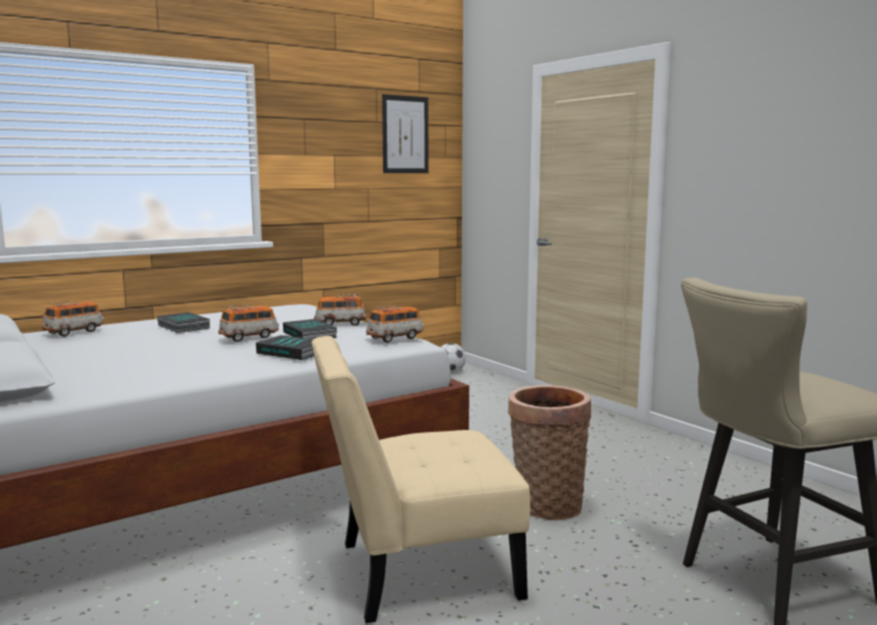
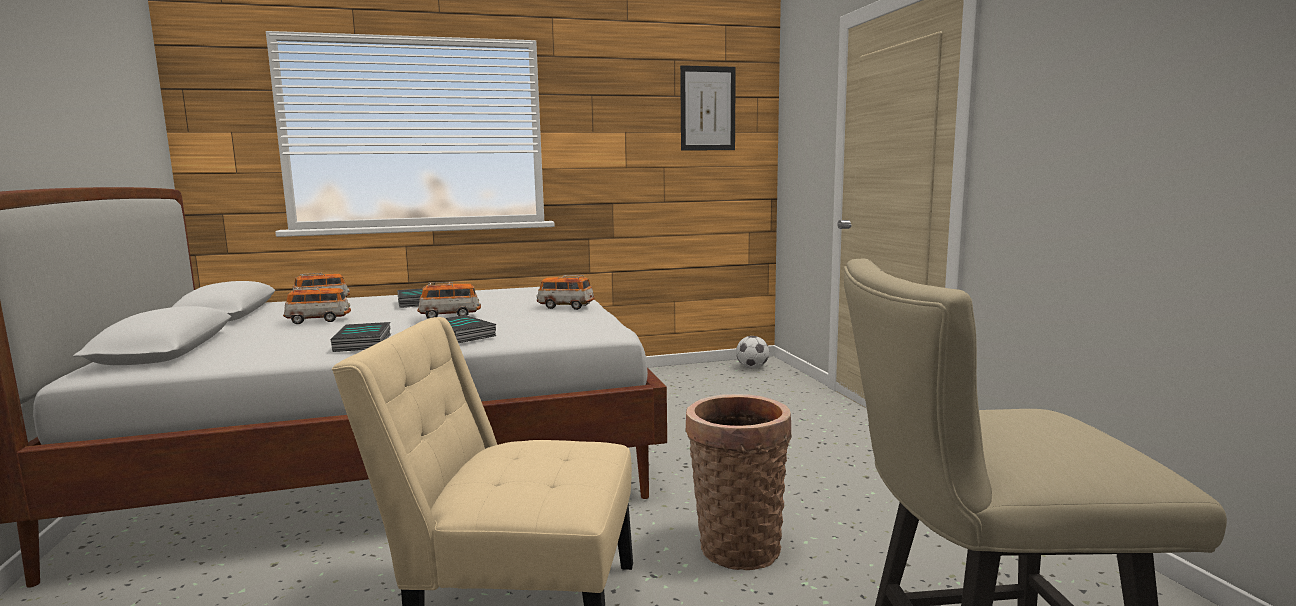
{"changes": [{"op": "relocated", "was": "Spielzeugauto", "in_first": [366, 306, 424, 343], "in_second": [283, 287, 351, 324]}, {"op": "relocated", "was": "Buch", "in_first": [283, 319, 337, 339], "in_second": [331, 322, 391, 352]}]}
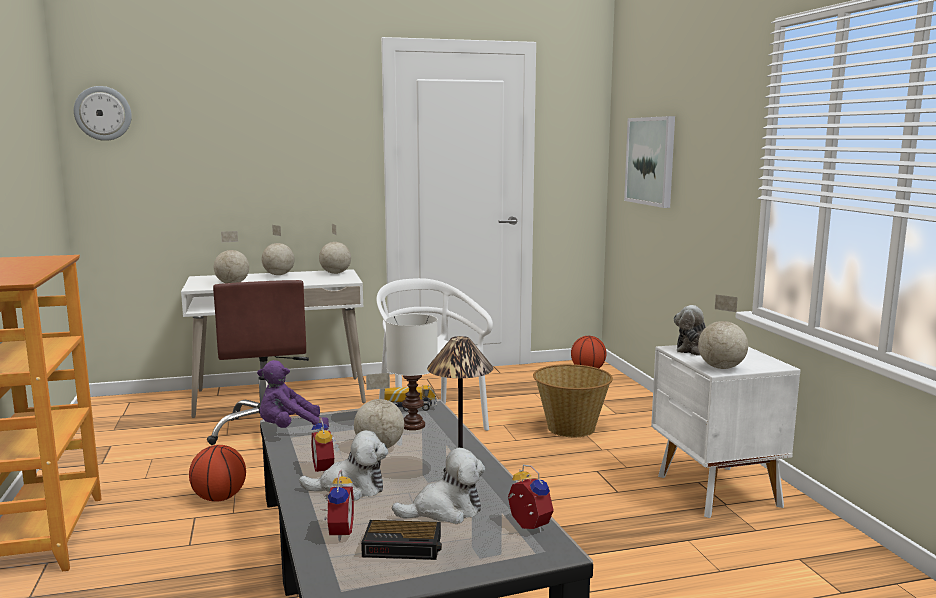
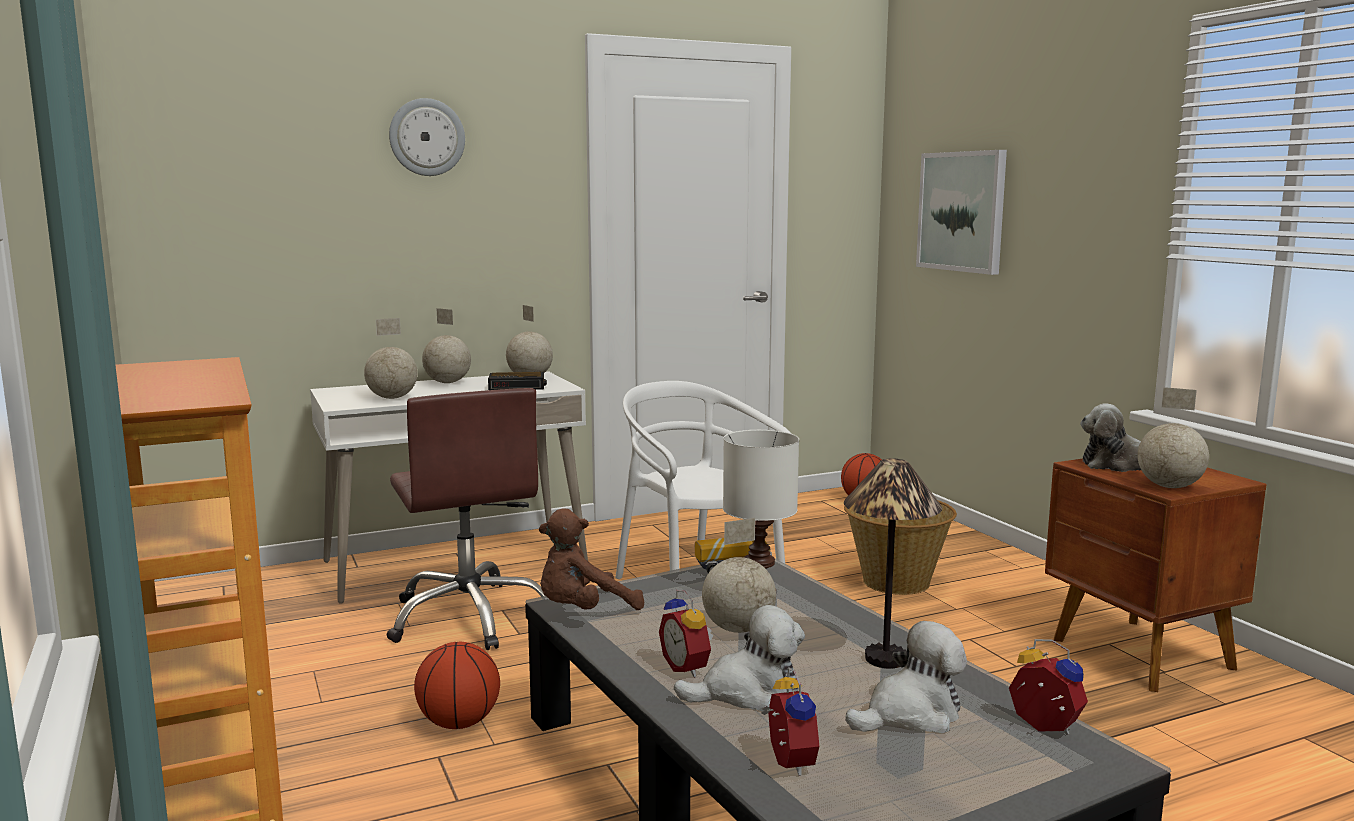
{"changes": [{"op": "relocated", "was": "Wanduhr", "in_first": [74, 86, 132, 141], "in_second": [389, 98, 465, 176]}, {"op": "colour", "was": "Nachttisch (weiß)", "now": "Nachttisch (braun)", "in_first": [651, 345, 801, 518], "in_second": [1045, 458, 1266, 692]}, {"op": "colour", "was": "Plüschtier (lila)", "now": "Plüschtier (braun)", "in_first": [257, 360, 329, 430], "in_second": [539, 508, 644, 610]}, {"op": "relocated", "was": "Wecker", "in_first": [361, 520, 442, 560], "in_second": [488, 372, 547, 390]}]}
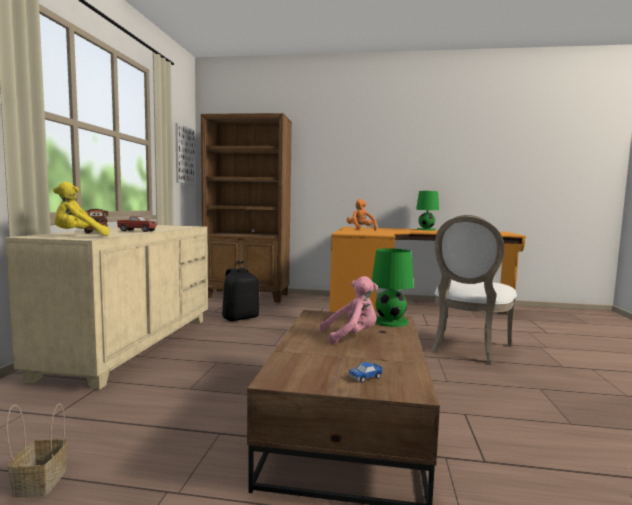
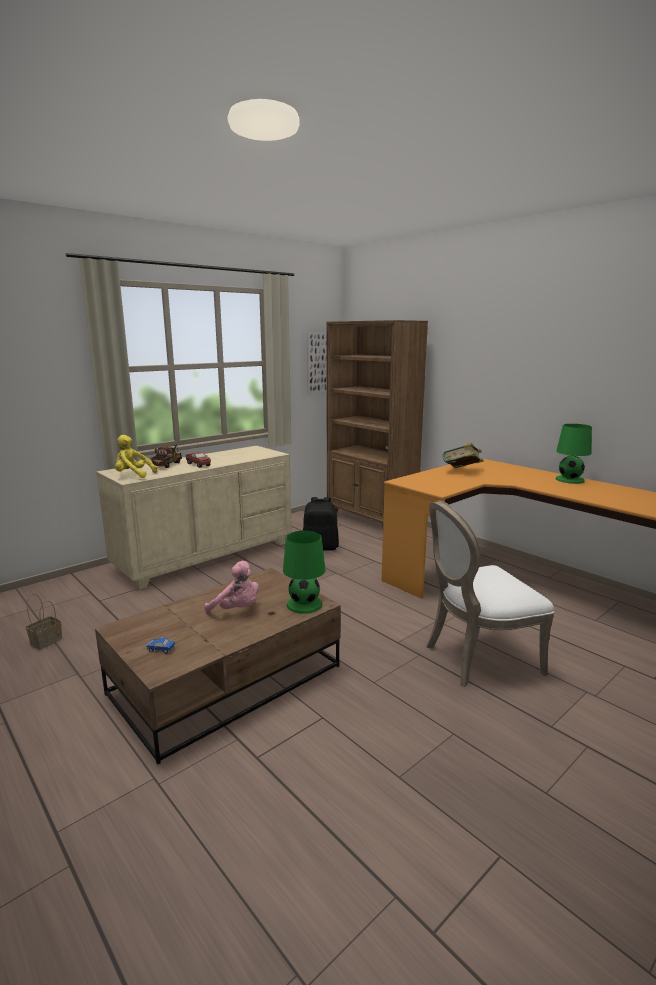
{"changes": [{"op": "exchanged", "was": "Plüschtier (orange)", "now": "Buch", "in_first": [347, 199, 377, 231], "in_second": [443, 443, 484, 468]}]}
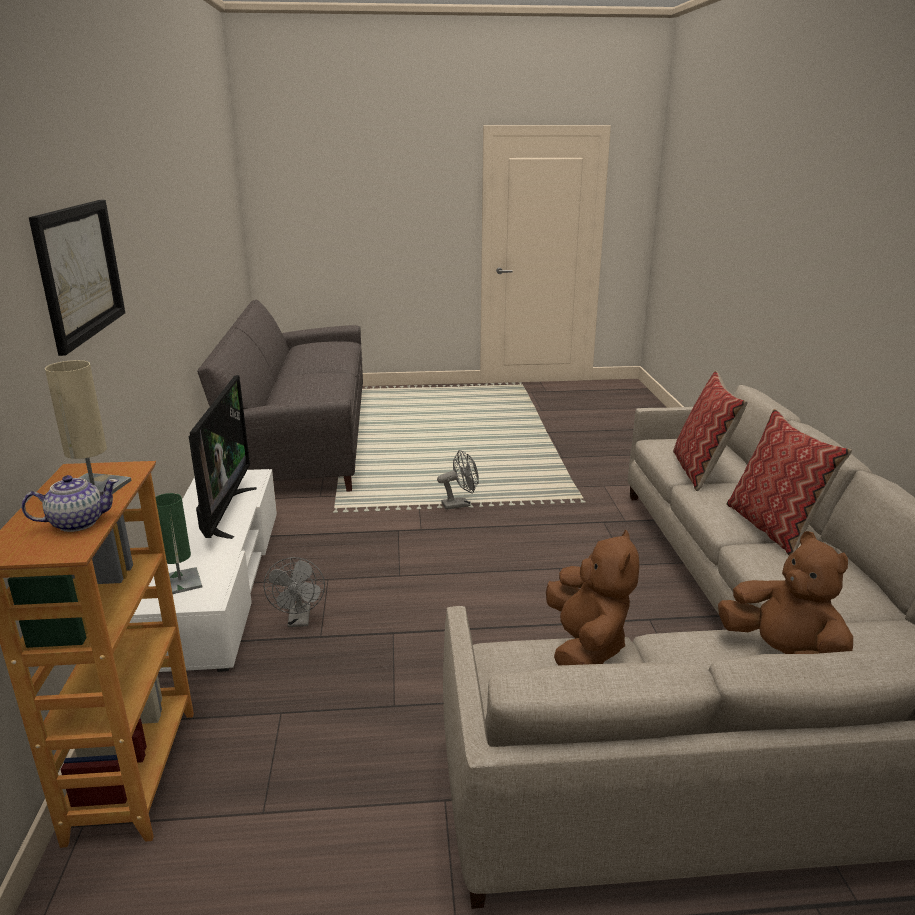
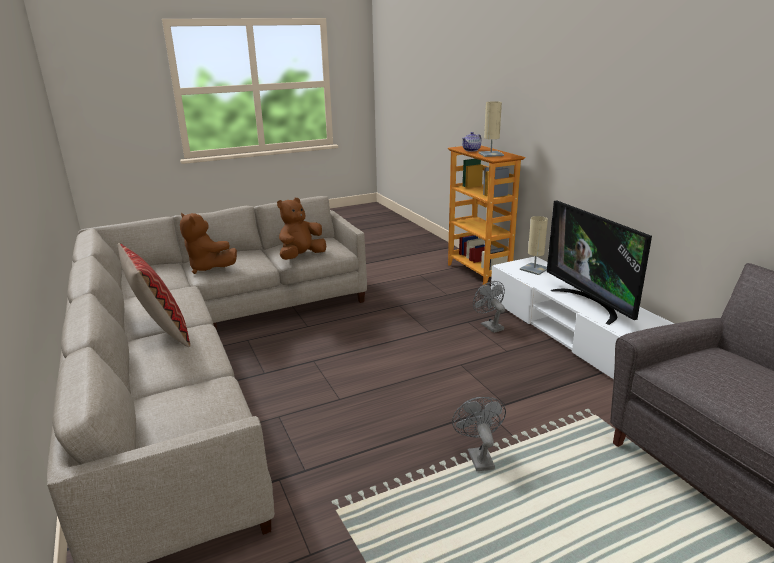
{"changes": [{"op": "missing", "was": "Bild", "in_first": [29, 200, 125, 356]}, {"op": "missing", "was": "Kissen", "in_first": [673, 371, 748, 491]}, {"op": "spun", "was": "Ventilator (grau)", "in_first": [437, 450, 479, 510], "in_second": [452, 397, 506, 471], "clockwise": 120}, {"op": "colour", "was": "Tischlampe (grün)", "now": "Tischlampe (beige)", "in_first": [155, 493, 202, 594], "in_second": [520, 216, 548, 275]}, {"op": "spun", "was": "Plüschtier (braun)", "in_first": [546, 529, 639, 666], "in_second": [277, 198, 326, 260], "clockwise": 60}]}
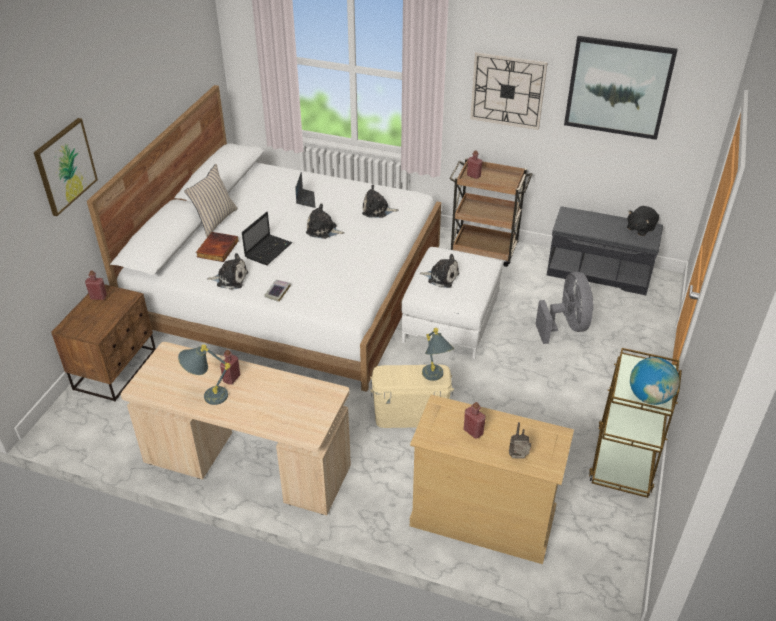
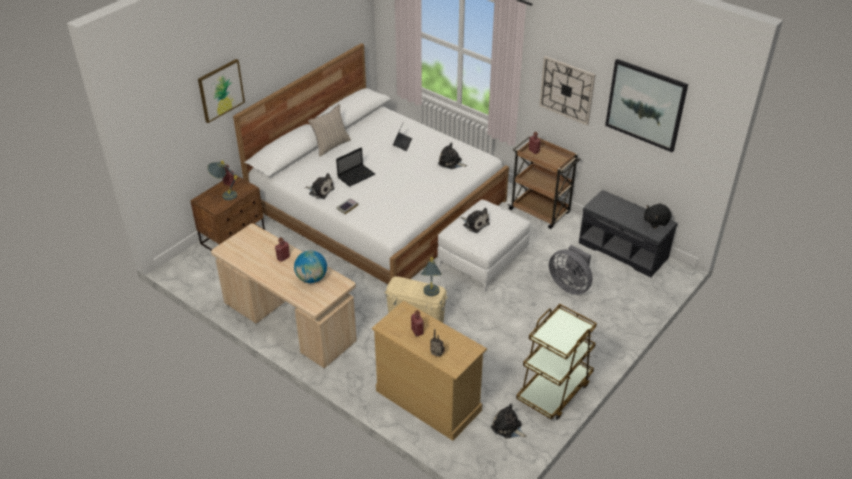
{"changes": [{"op": "relocated", "was": "Plüschtier", "in_first": [306, 204, 345, 239], "in_second": [491, 404, 527, 439]}, {"op": "missing", "was": "Buch", "in_first": [196, 232, 239, 262]}, {"op": "spun", "was": "Ventilator (grau)", "in_first": [536, 272, 594, 344], "in_second": [549, 245, 593, 295], "clockwise": 120}, {"op": "relocated", "was": "Tischlampe (grau)", "in_first": [178, 345, 231, 405], "in_second": [207, 161, 238, 200]}, {"op": "relocated", "was": "Globus", "in_first": [630, 357, 680, 405], "in_second": [294, 250, 327, 283]}]}
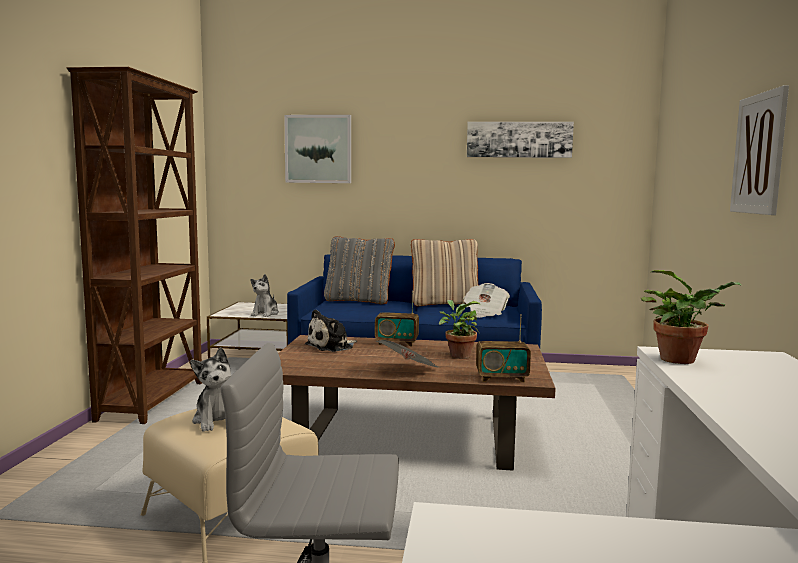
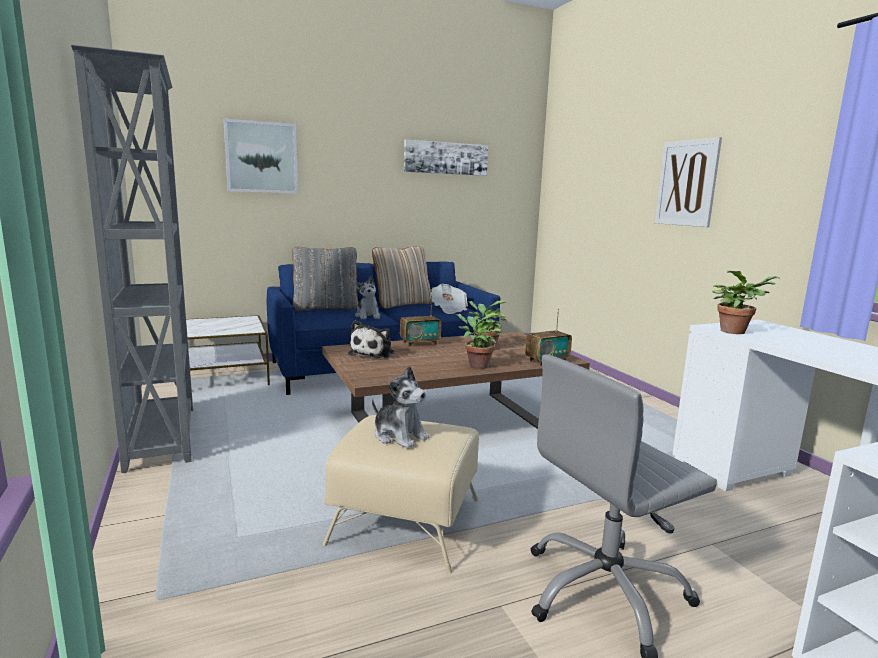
{"changes": [{"op": "colour", "was": "Bücherregal (braun)", "now": "Bücherregal (grau)", "in_first": [67, 67, 202, 424], "in_second": [71, 44, 193, 473]}, {"op": "relocated", "was": "Plüschtier", "in_first": [251, 274, 279, 317], "in_second": [355, 276, 381, 319]}, {"op": "exchanged", "was": "Zeitung", "now": "Topfpflanze", "in_first": [376, 340, 438, 367], "in_second": [456, 313, 503, 369]}]}
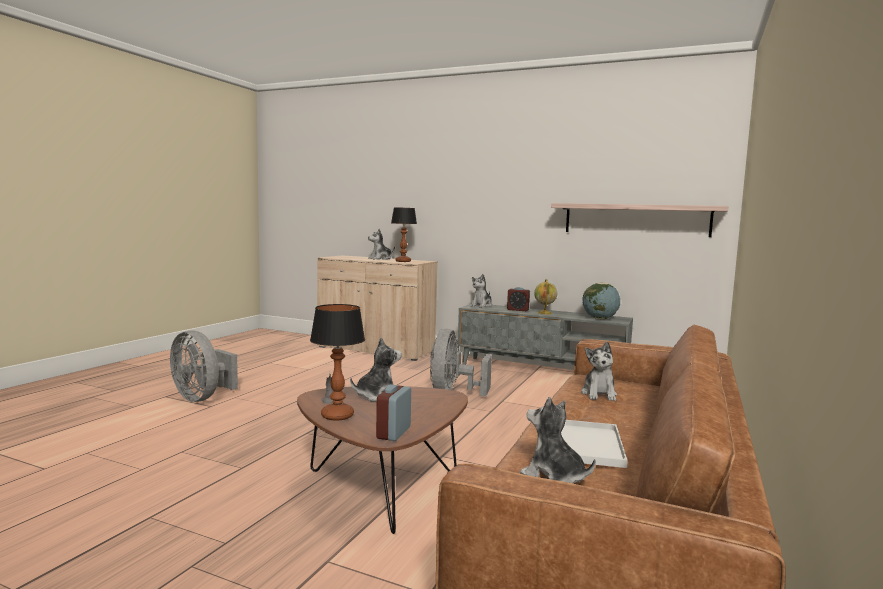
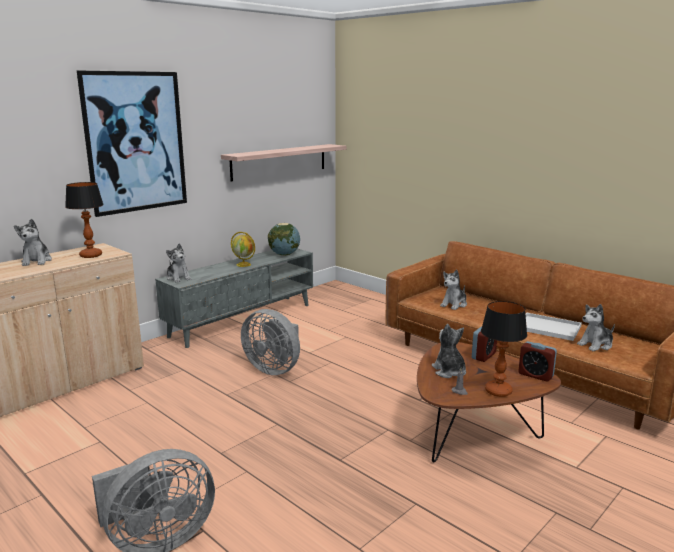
{"changes": [{"op": "relocated", "was": "Wecker", "in_first": [507, 287, 530, 311], "in_second": [472, 327, 497, 362]}, {"op": "spun", "was": "Plüschtier", "in_first": [581, 341, 617, 401], "in_second": [440, 269, 467, 310], "clockwise": 105}, {"op": "appeared", "now": "Bild", "in_second": [77, 71, 187, 217]}]}
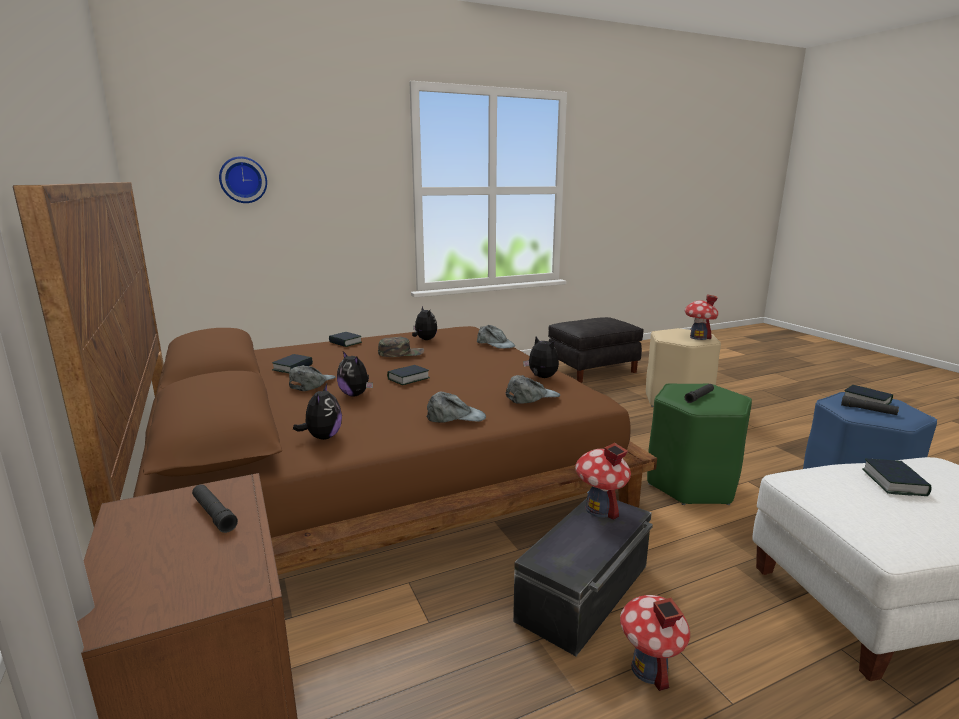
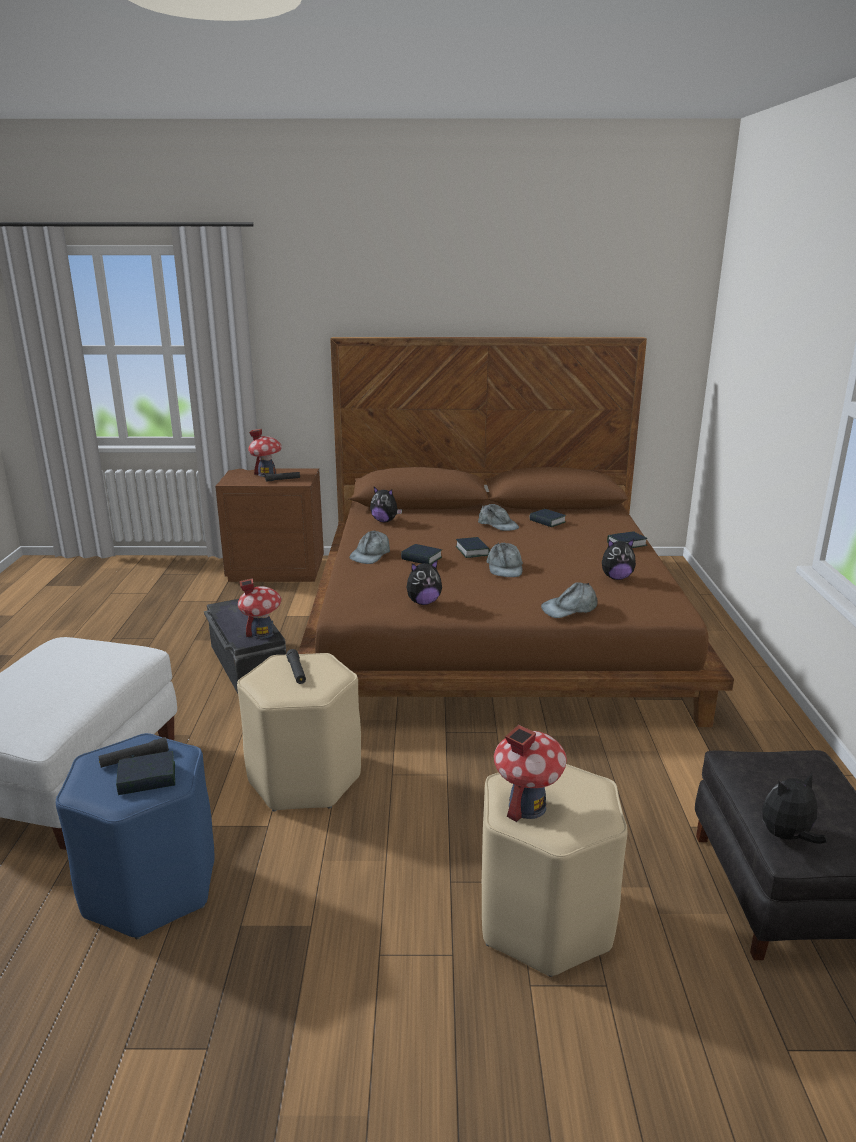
{"changes": [{"op": "missing", "was": "Wanduhr", "in_first": [219, 156, 267, 203]}, {"op": "missing", "was": "Kappe (grün)", "in_first": [378, 337, 424, 357]}, {"op": "relocated", "was": "Plüschtier", "in_first": [337, 351, 373, 396], "in_second": [762, 773, 827, 844]}, {"op": "relocated", "was": "Kappe (grau)", "in_first": [506, 375, 560, 404], "in_second": [486, 543, 523, 577]}, {"op": "colour", "was": "Hocker (grün)", "now": "Hocker (beige)", "in_first": [647, 384, 752, 505], "in_second": [237, 653, 361, 812]}, {"op": "relocated", "was": "Buch", "in_first": [862, 459, 932, 496], "in_second": [401, 544, 442, 565]}, {"op": "relocated", "was": "Spielzeughaus", "in_first": [620, 595, 690, 691], "in_second": [248, 429, 282, 477]}]}
